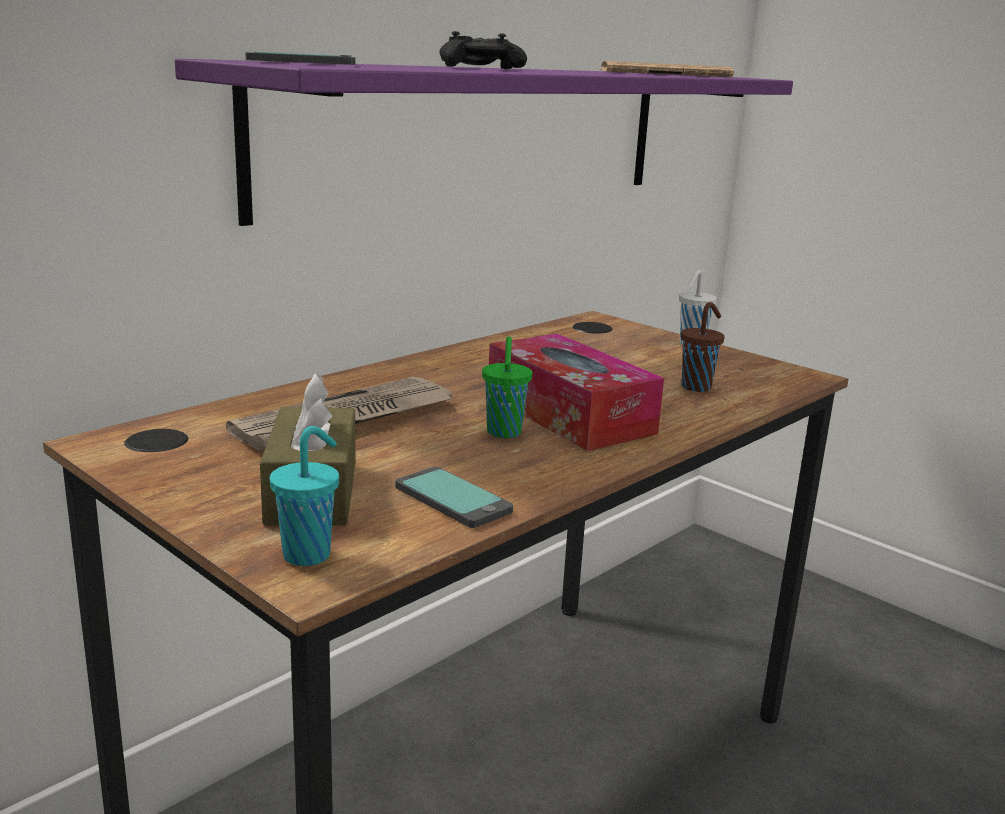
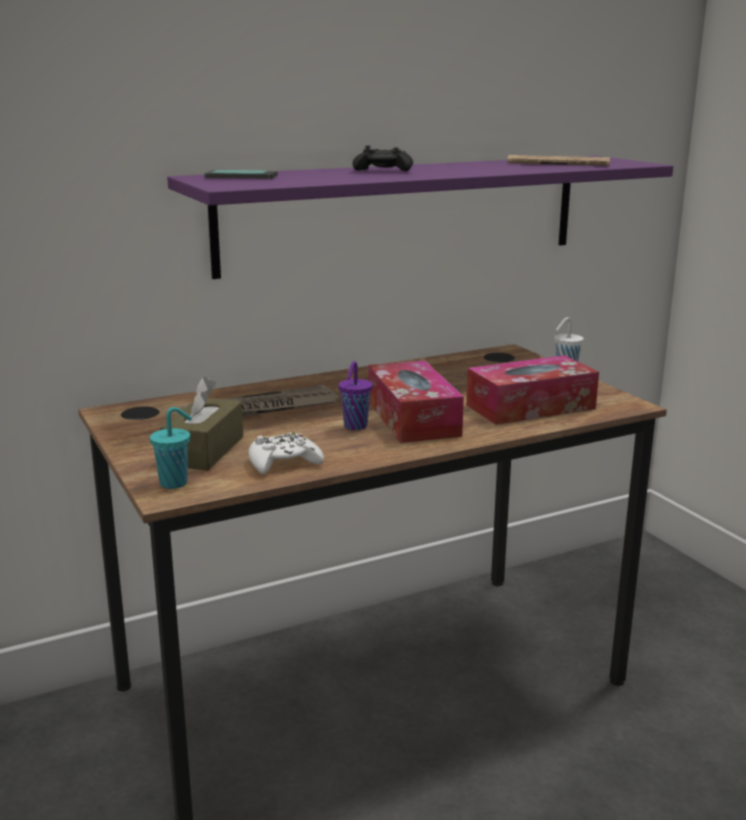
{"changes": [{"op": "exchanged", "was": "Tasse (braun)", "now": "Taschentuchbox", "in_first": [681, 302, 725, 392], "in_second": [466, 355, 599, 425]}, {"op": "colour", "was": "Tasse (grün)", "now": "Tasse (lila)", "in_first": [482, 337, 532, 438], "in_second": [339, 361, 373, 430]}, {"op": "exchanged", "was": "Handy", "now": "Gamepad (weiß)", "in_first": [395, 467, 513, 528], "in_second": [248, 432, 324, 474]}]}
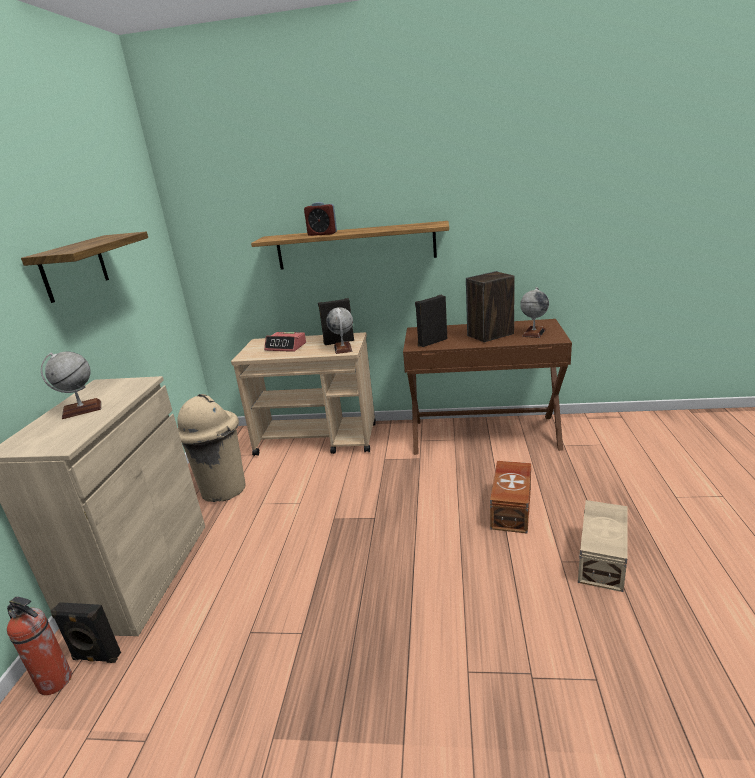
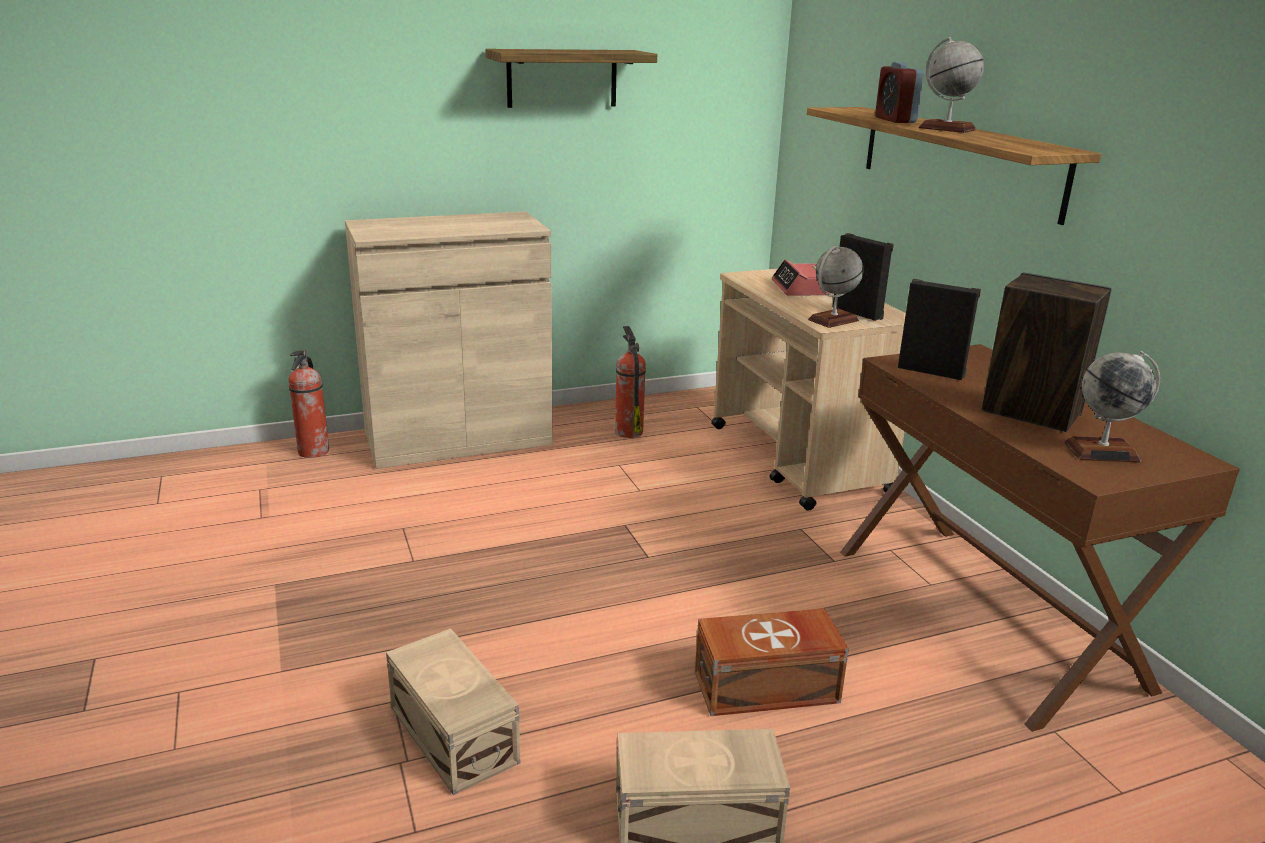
{"changes": [{"op": "relocated", "was": "Globus", "in_first": [41, 352, 101, 419], "in_second": [919, 37, 984, 133]}, {"op": "exchanged", "was": "Mülleimer (beige)", "now": "Feuerlöscher", "in_first": [177, 394, 246, 502], "in_second": [615, 326, 646, 438]}, {"op": "missing", "was": "Lautsprecher (schwarz)", "in_first": [51, 602, 121, 663]}, {"op": "appeared", "now": "Aufbewahrungsbox (beige)", "in_second": [386, 628, 520, 795]}]}
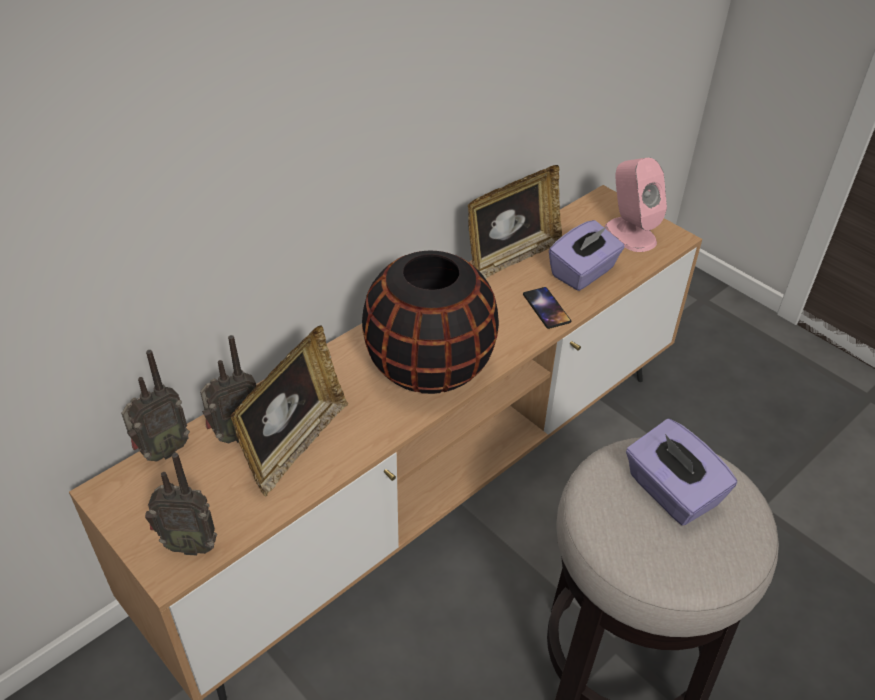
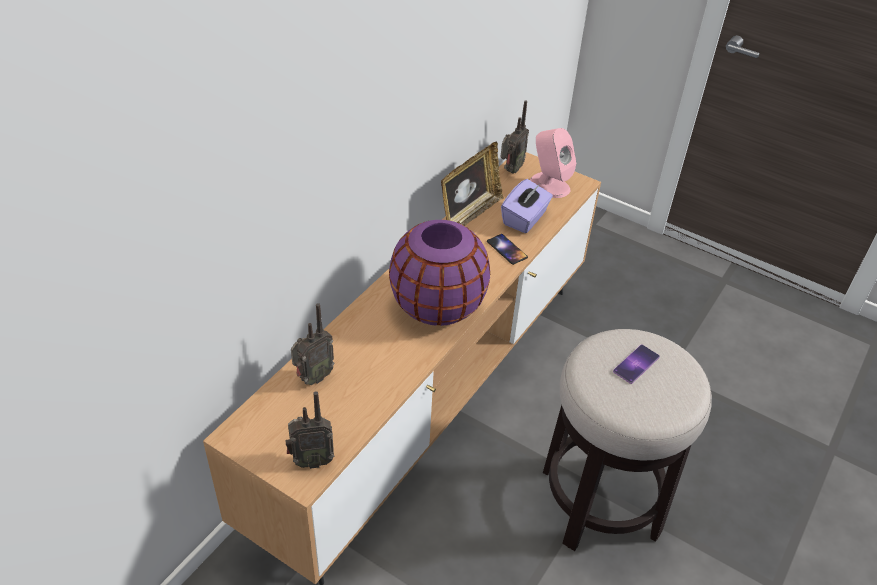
{"changes": [{"op": "colour", "was": "Vase (schwarz)", "now": "Vase (lila)", "in_first": [362, 251, 499, 394], "in_second": [389, 220, 490, 326]}, {"op": "missing", "was": "Bilderrahmen", "in_first": [230, 325, 348, 497]}, {"op": "relocated", "was": "Radio", "in_first": [121, 350, 190, 461], "in_second": [501, 100, 529, 174]}, {"op": "exchanged", "was": "Taschentuchbox (lila)", "now": "Handy", "in_first": [626, 418, 737, 525], "in_second": [613, 345, 660, 384]}]}
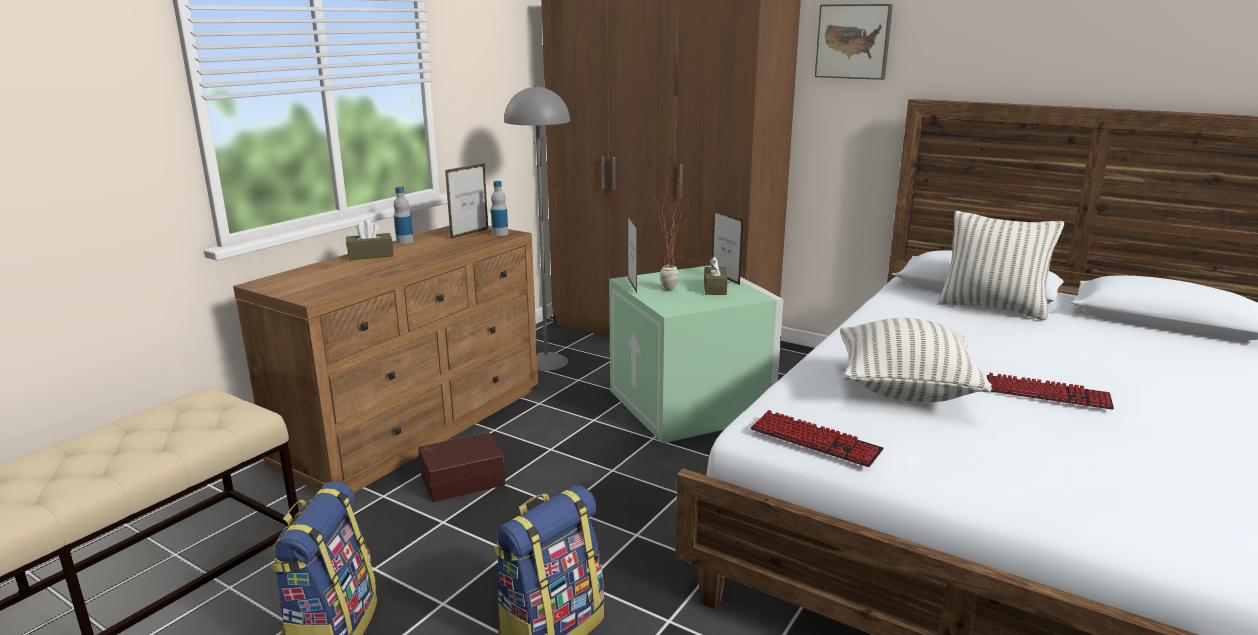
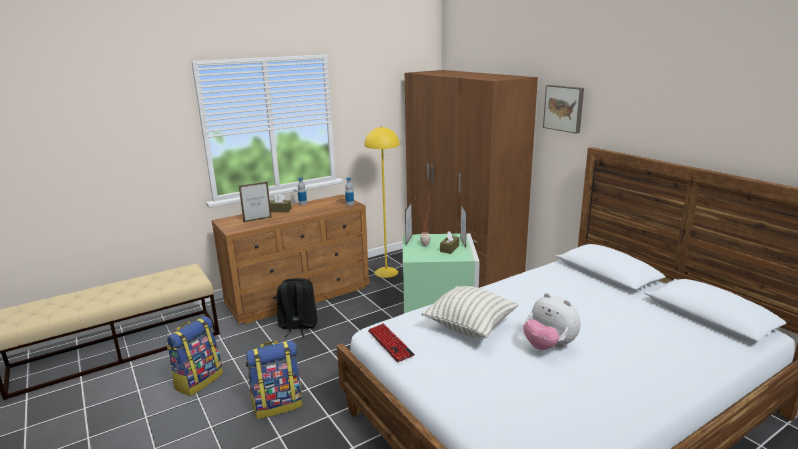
{"changes": [{"op": "colour", "was": "Stehlampe (grau)", "now": "Stehlampe (gelb)", "in_first": [504, 85, 570, 371], "in_second": [364, 126, 400, 278]}, {"op": "relocated", "was": "Bilderrahmen", "in_first": [445, 163, 488, 239], "in_second": [239, 182, 272, 222]}, {"op": "missing", "was": "Kissen", "in_first": [938, 211, 1064, 320]}, {"op": "exchanged", "was": "Tastatur", "now": "Plüschtier", "in_first": [987, 373, 1114, 410], "in_second": [523, 293, 580, 350]}, {"op": "exchanged", "was": "Aufbewahrungsbox (braun)", "now": "Rucksack (schwarz)", "in_first": [418, 432, 505, 502], "in_second": [277, 278, 317, 337]}]}
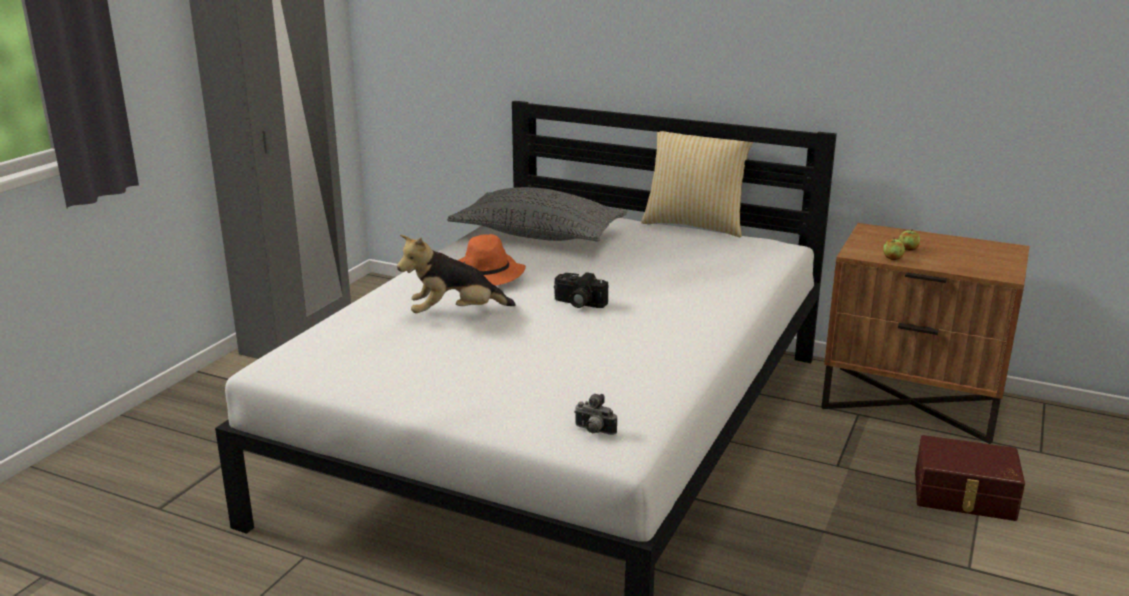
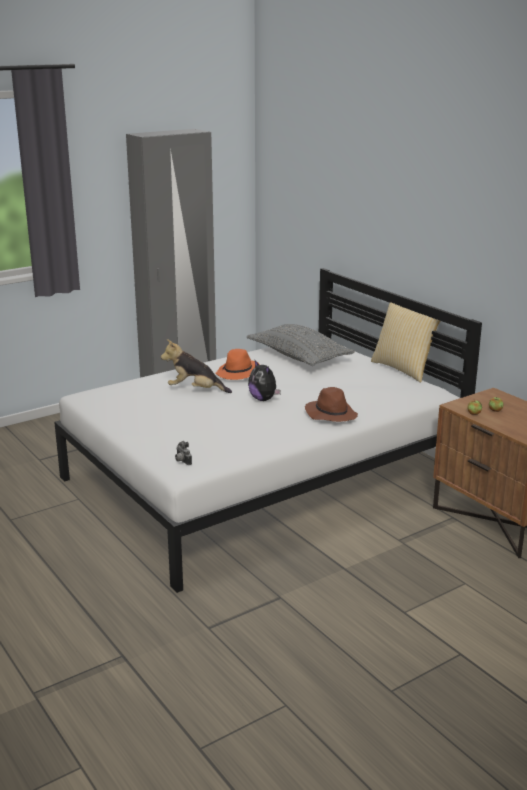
{"changes": [{"op": "exchanged", "was": "Kamera", "now": "Plüschtier", "in_first": [554, 272, 608, 308], "in_second": [248, 360, 281, 401]}, {"op": "missing", "was": "Aufbewahrungsbox (braun)", "in_first": [915, 435, 1025, 521]}, {"op": "appeared", "now": "Hut (braun)", "in_second": [305, 387, 358, 422]}]}
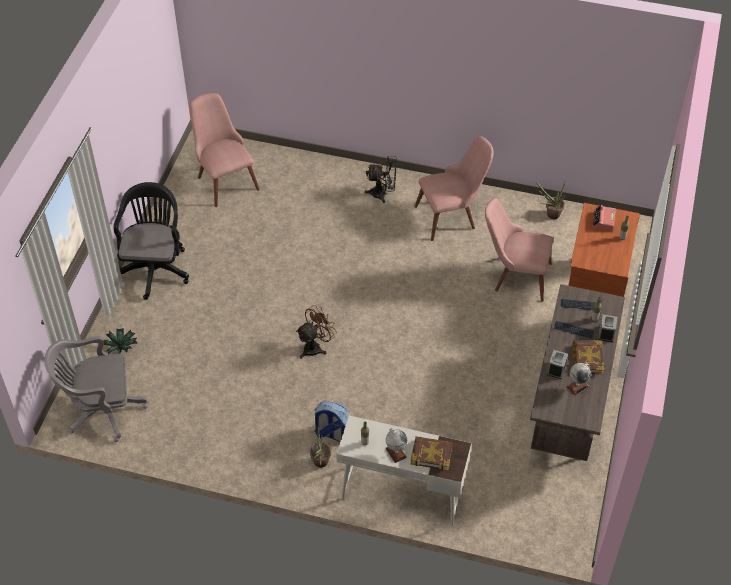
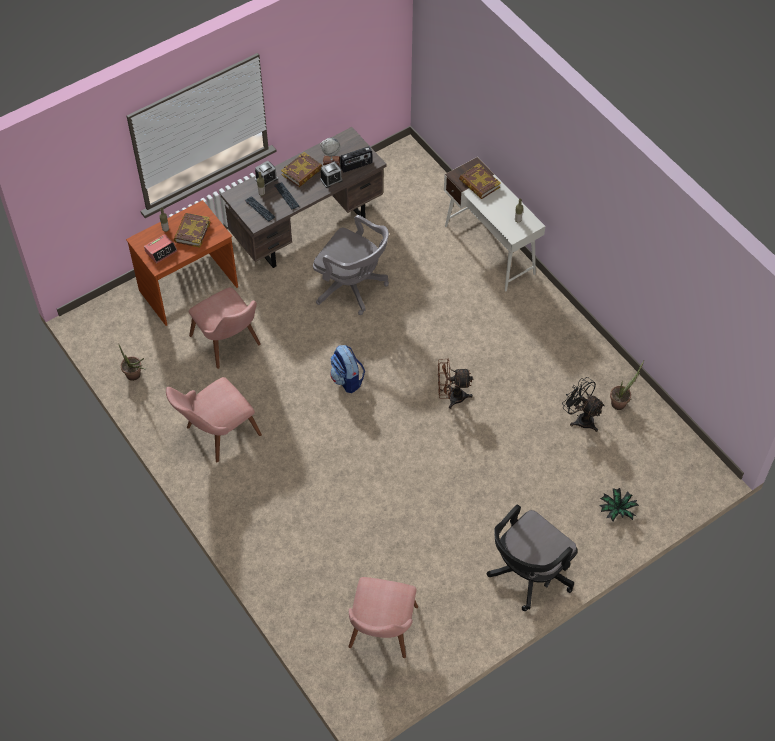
{"changes": [{"op": "spun", "was": "Stuhl (rosa)", "in_first": [414, 136, 494, 241], "in_second": [166, 377, 262, 462], "clockwise": -60}, {"op": "relocated", "was": "Ventilator (schwarz)", "in_first": [365, 156, 397, 203], "in_second": [562, 377, 605, 432]}, {"op": "relocated", "was": "Bürostuhl (grau)", "in_first": [44, 336, 148, 442], "in_second": [313, 215, 389, 315]}, {"op": "relocated", "was": "Rucksack", "in_first": [314, 401, 349, 442], "in_second": [330, 345, 365, 393]}, {"op": "relocated", "was": "Topfpflanze", "in_first": [310, 427, 331, 467], "in_second": [610, 361, 644, 410]}, {"op": "missing", "was": "Globus", "in_first": [386, 428, 407, 463]}, {"op": "appeared", "now": "Radio", "in_second": [340, 147, 372, 172]}, {"op": "appeared", "now": "Buch", "in_second": [174, 213, 210, 248]}]}
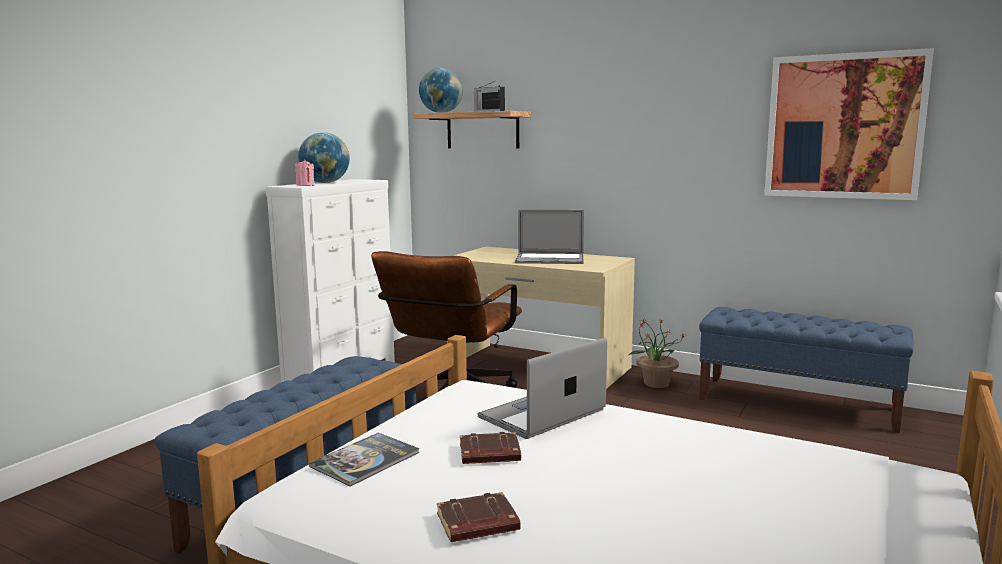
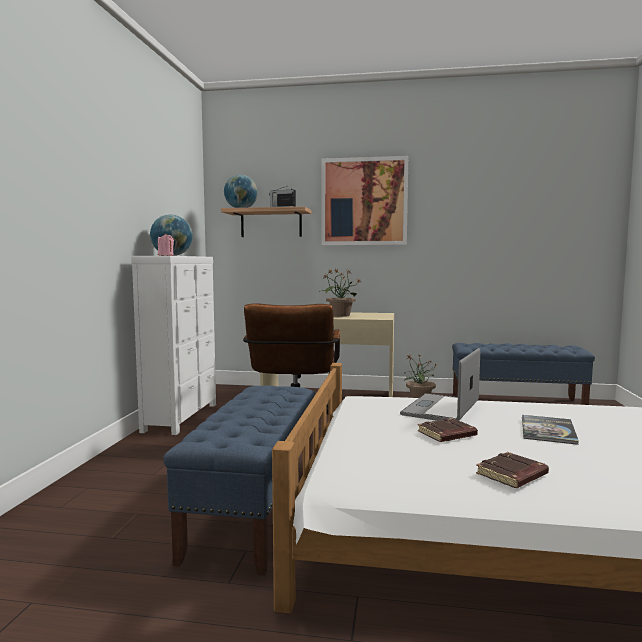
{"changes": [{"op": "relocated", "was": "Bild", "in_first": [764, 48, 934, 200], "in_second": [321, 156, 408, 245]}, {"op": "exchanged", "was": "Laptop", "now": "Topfpflanze", "in_first": [515, 210, 584, 264], "in_second": [319, 268, 360, 317]}, {"op": "relocated", "was": "Buch", "in_first": [309, 433, 420, 486], "in_second": [522, 415, 579, 445]}]}
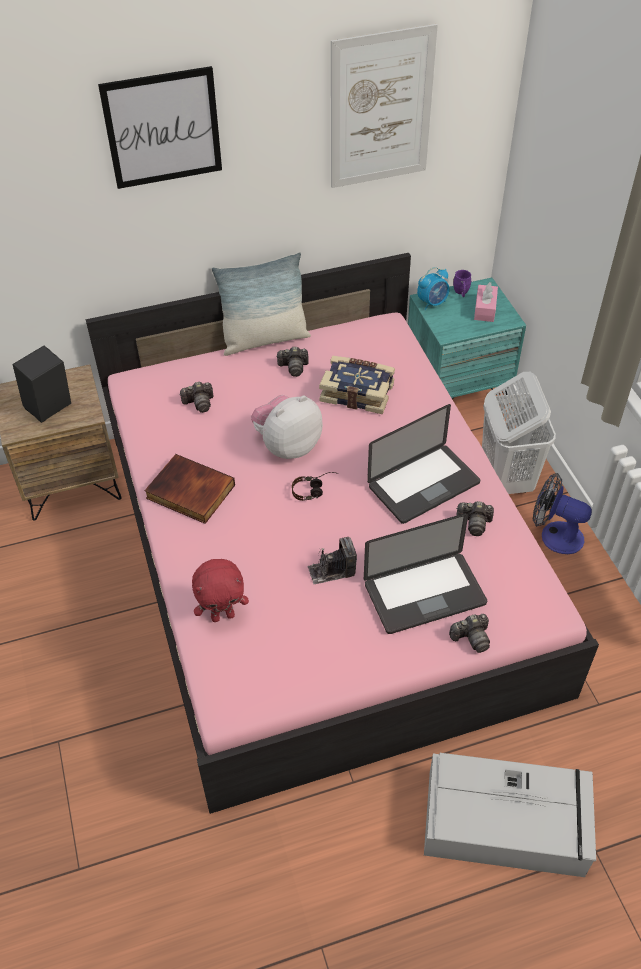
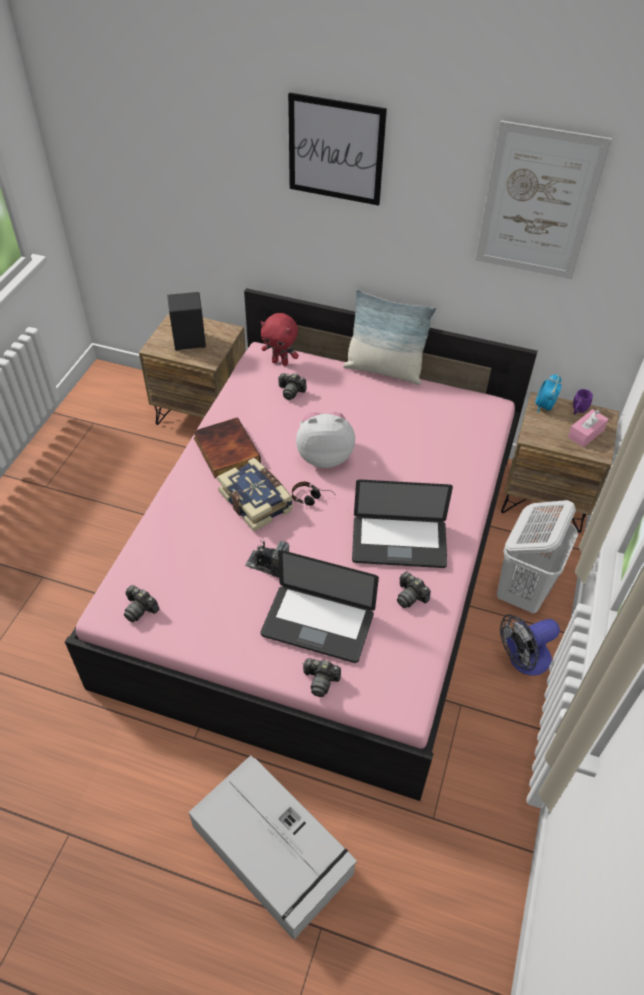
{"changes": [{"op": "spun", "was": "Wecker", "in_first": [417, 267, 450, 310], "in_second": [535, 373, 562, 413], "clockwise": 105}, {"op": "colour", "was": "Nachttisch (türkis)", "now": "Nachttisch (braun)", "in_first": [408, 278, 526, 400], "in_second": [501, 391, 619, 533]}, {"op": "relocated", "was": "Kamera", "in_first": [276, 347, 309, 377], "in_second": [124, 585, 159, 622]}, {"op": "relocated", "was": "Buch", "in_first": [319, 356, 395, 414], "in_second": [217, 458, 293, 532]}, {"op": "spun", "was": "Ventilator", "in_first": [533, 473, 592, 554], "in_second": [500, 615, 560, 676], "clockwise": -90}, {"op": "relocated", "was": "Plüschtier (rot)", "in_first": [192, 559, 249, 622], "in_second": [261, 313, 299, 366]}]}
